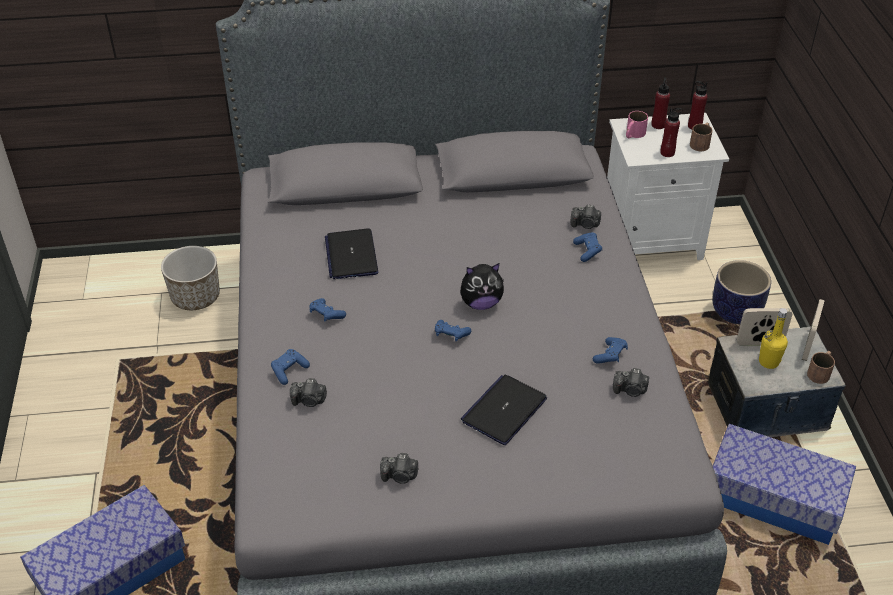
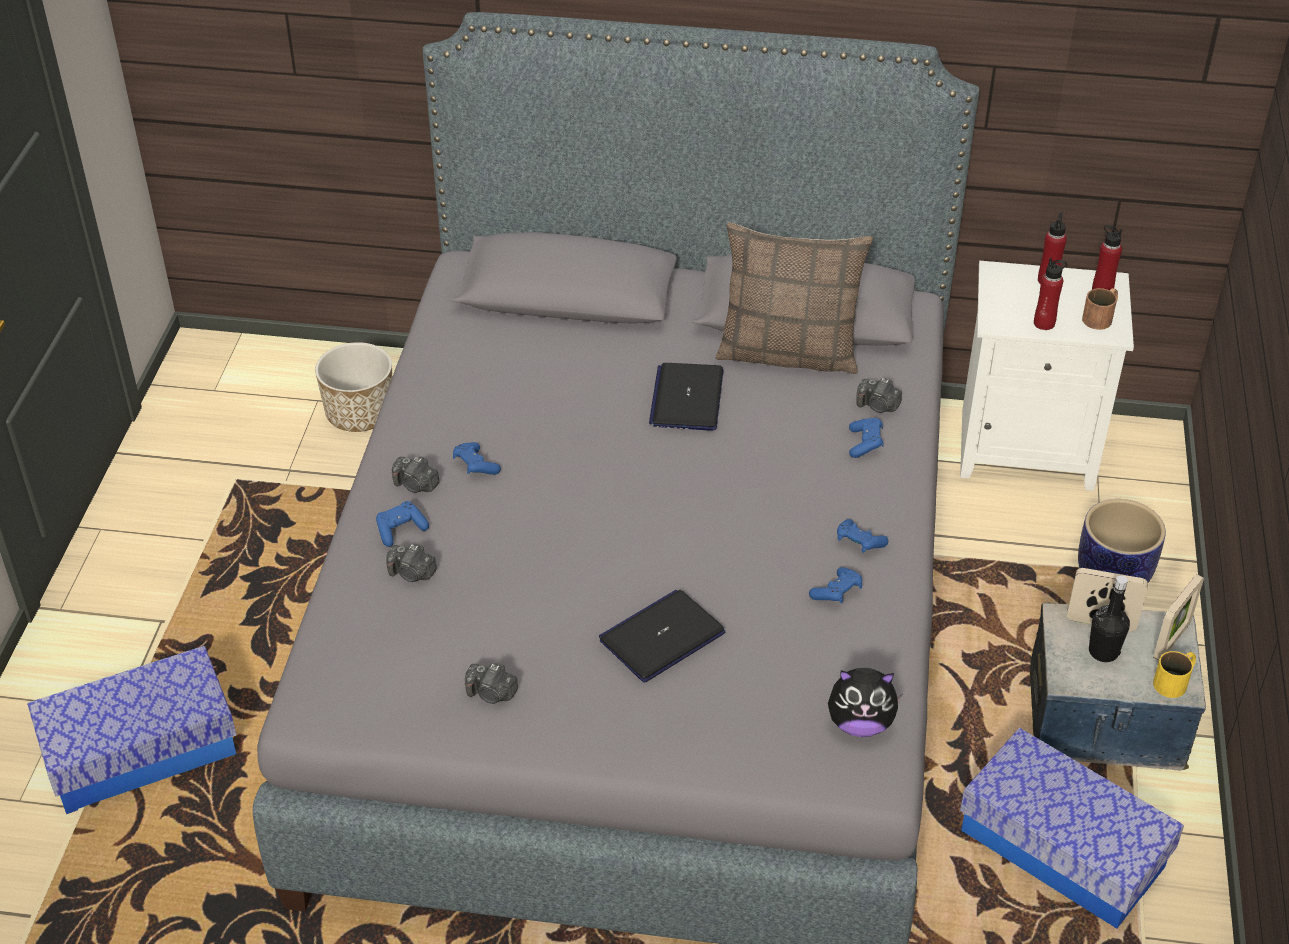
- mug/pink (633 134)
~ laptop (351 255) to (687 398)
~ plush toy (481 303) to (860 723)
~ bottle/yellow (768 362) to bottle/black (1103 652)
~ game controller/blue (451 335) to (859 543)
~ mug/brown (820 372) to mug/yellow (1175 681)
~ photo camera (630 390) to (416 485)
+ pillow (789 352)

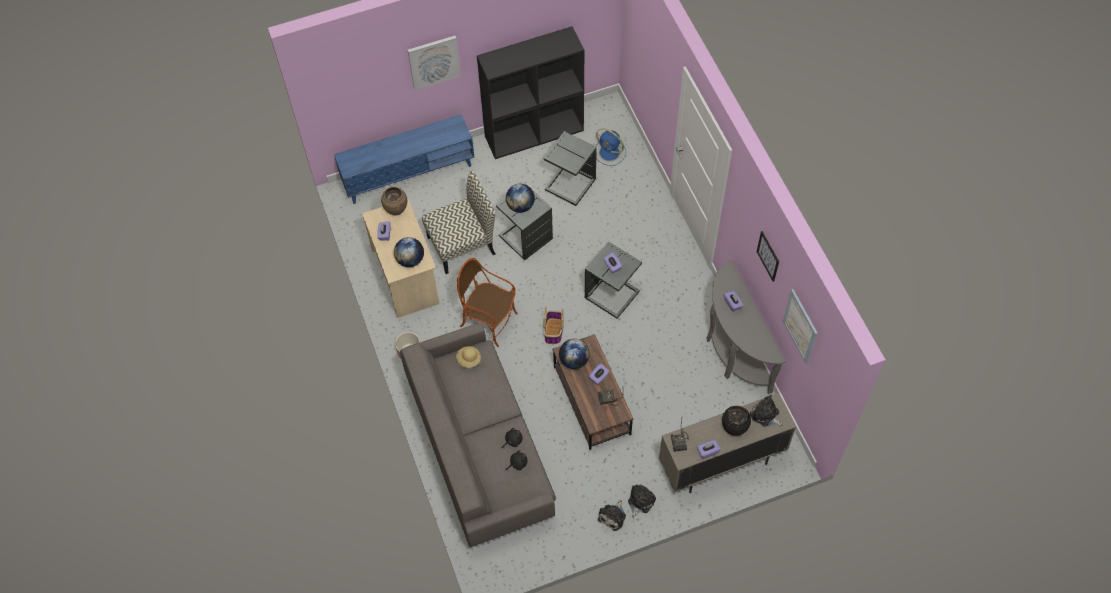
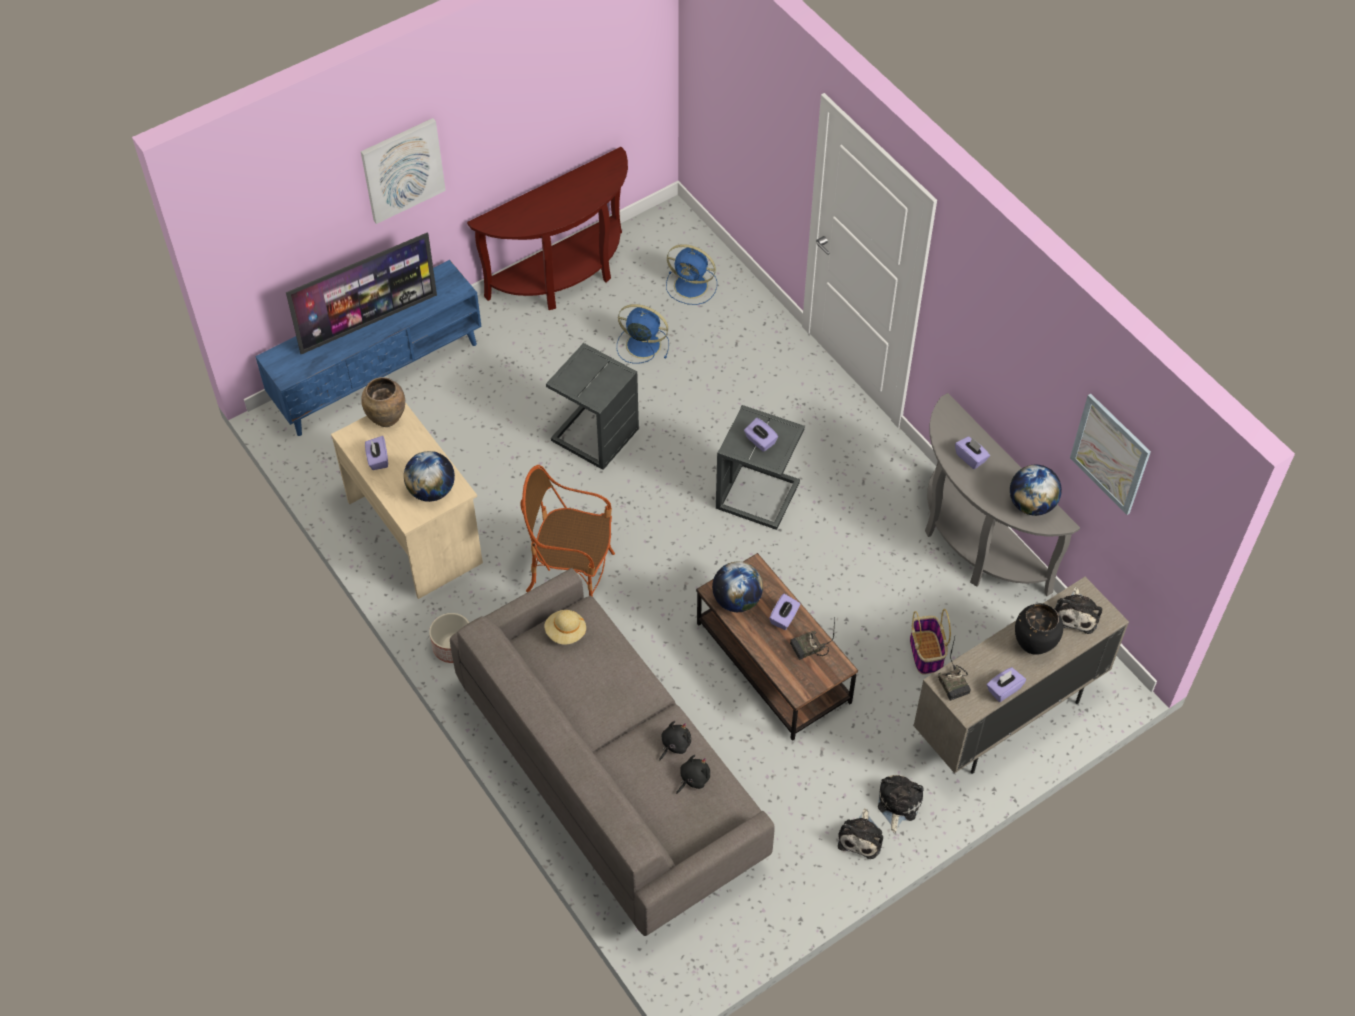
~ bookcase/black (534 132) to console table/brown (564 277)
~ side table/grey (569 185) to fan/blue (641 344)
- chair (462 244)
~ globe (520 206) to (1031 504)
- picture (768 256)
~ basket (553 332) to (926 653)
~ plush toy (765 415) = (1076 614) 105 degrees counterclockwise
+ television (368 322)

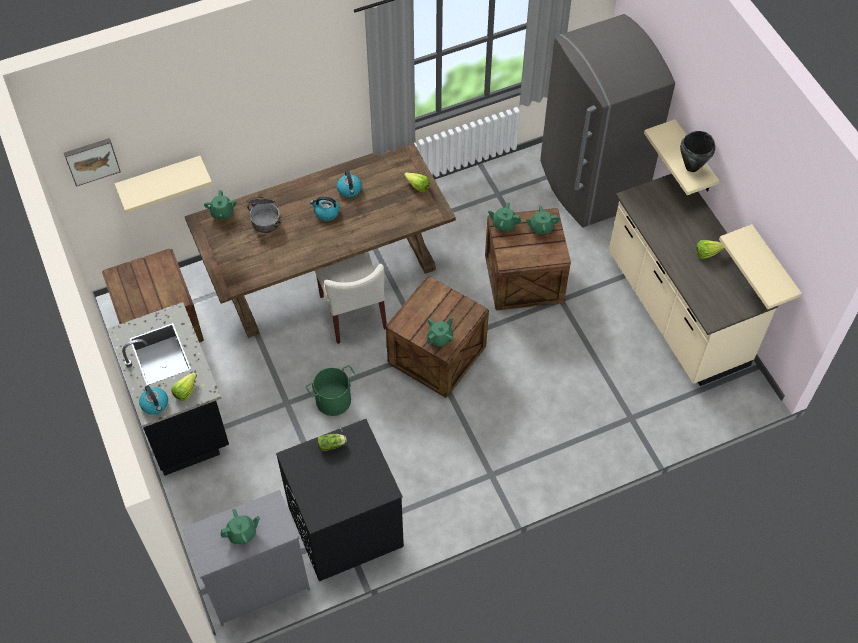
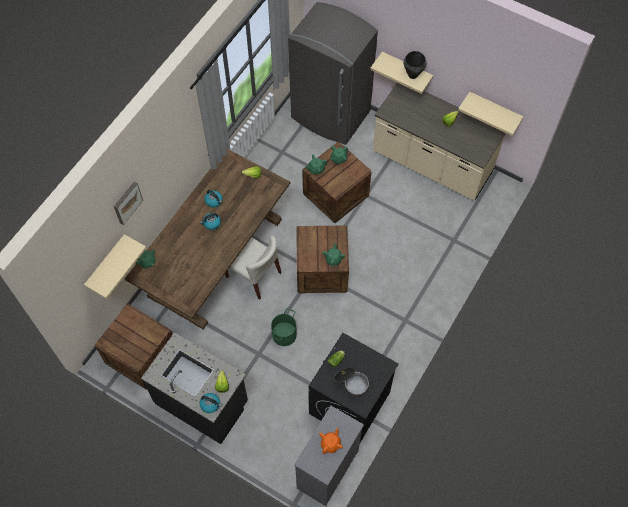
~ picture (91 160) to (127 202)
~ cooking pot (265 218) to (352 383)
~ teapot/green (242 533) to teapot/orange (330 444)

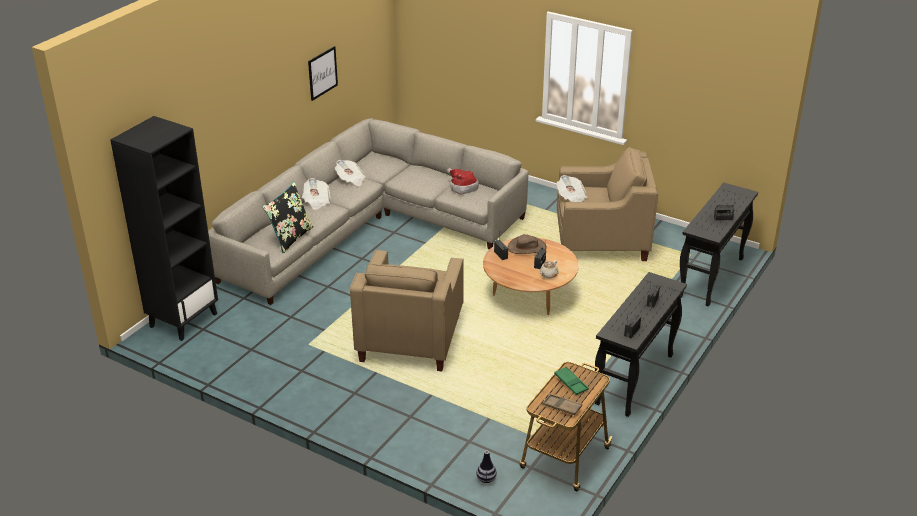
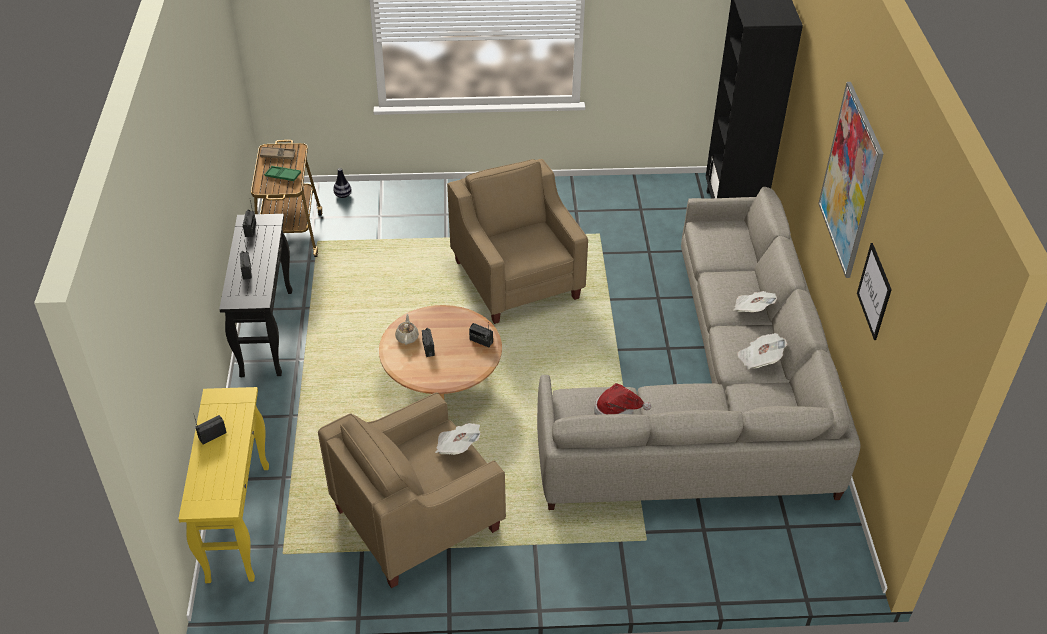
- pillow/black (290 238)
~ console table/black (711 278) to console table/yellow (238 521)
- hat/brown (527 247)
+ picture (850 180)

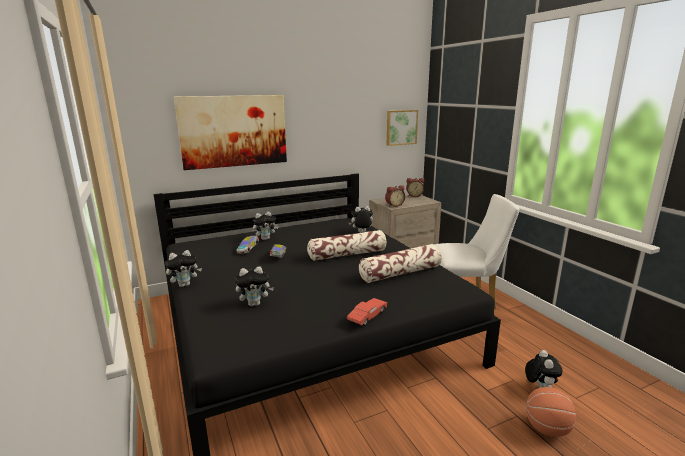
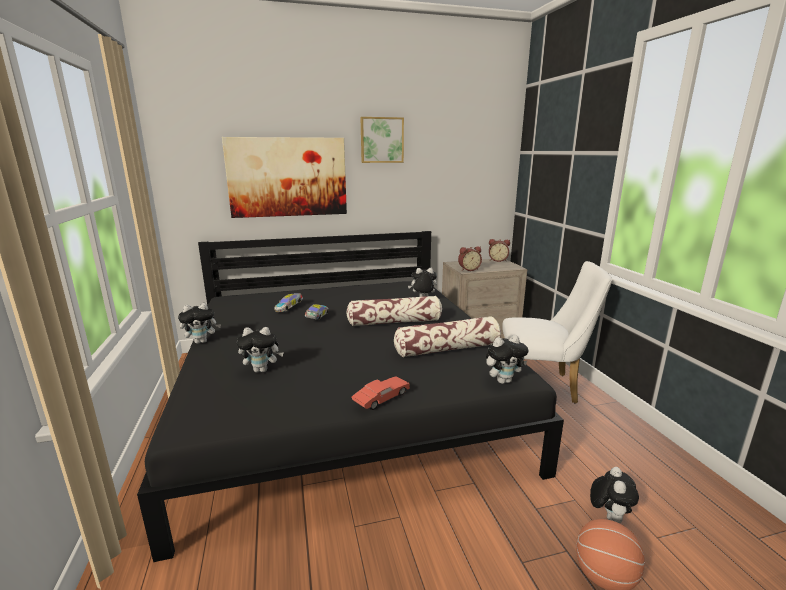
~ picture (401 127) to (381 140)
~ plush toy (265 239) to (503 380)

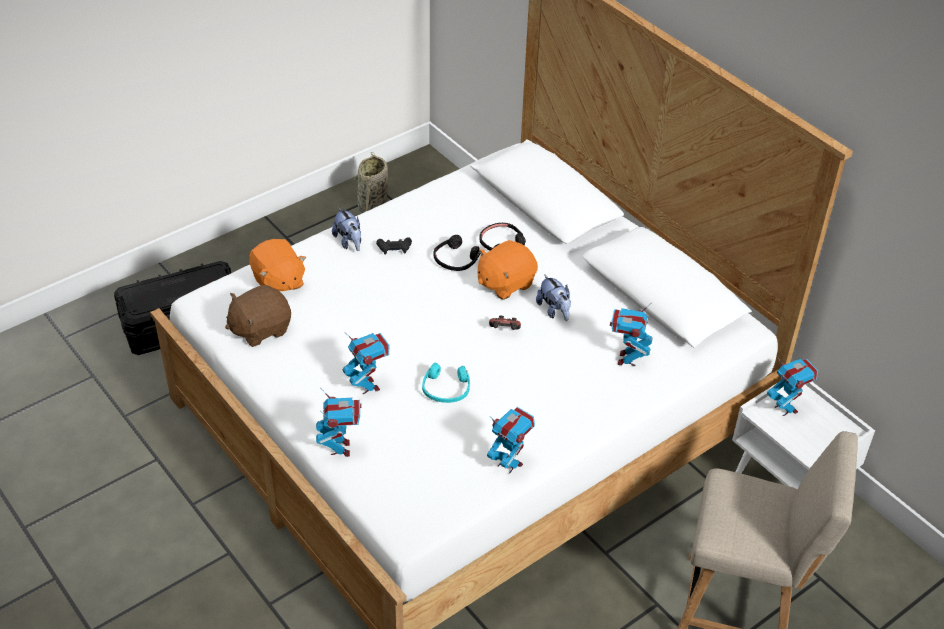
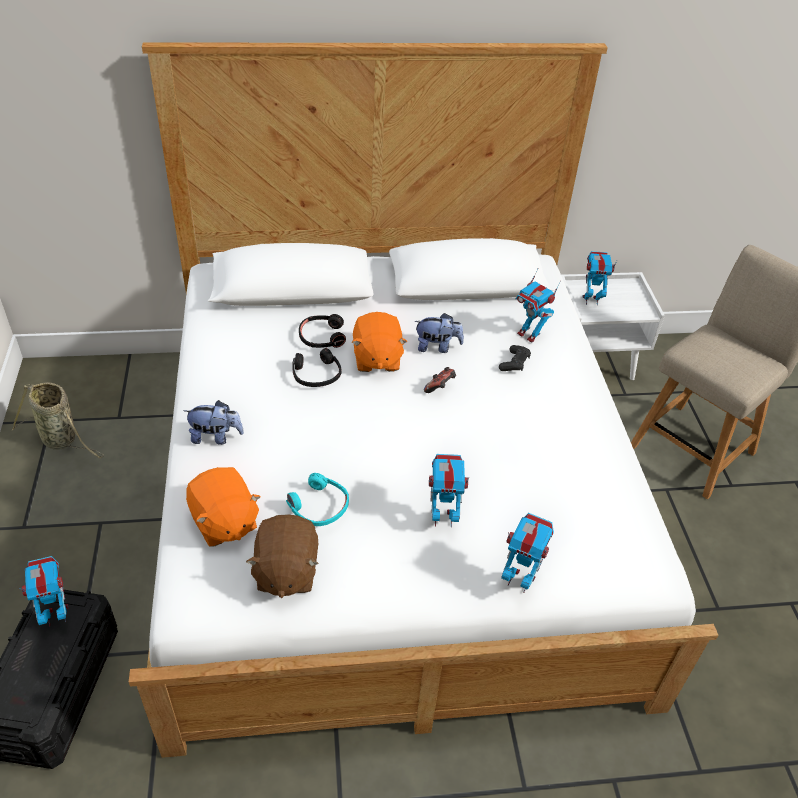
~ game controller/black (394 249) to (514 363)
~ plush toy/orange (278 282) = (224 522) 60 degrees clockwise
~ headphones/turquoise (446 389) to (319 507)
~ toy robot (509 464) to (57 615)

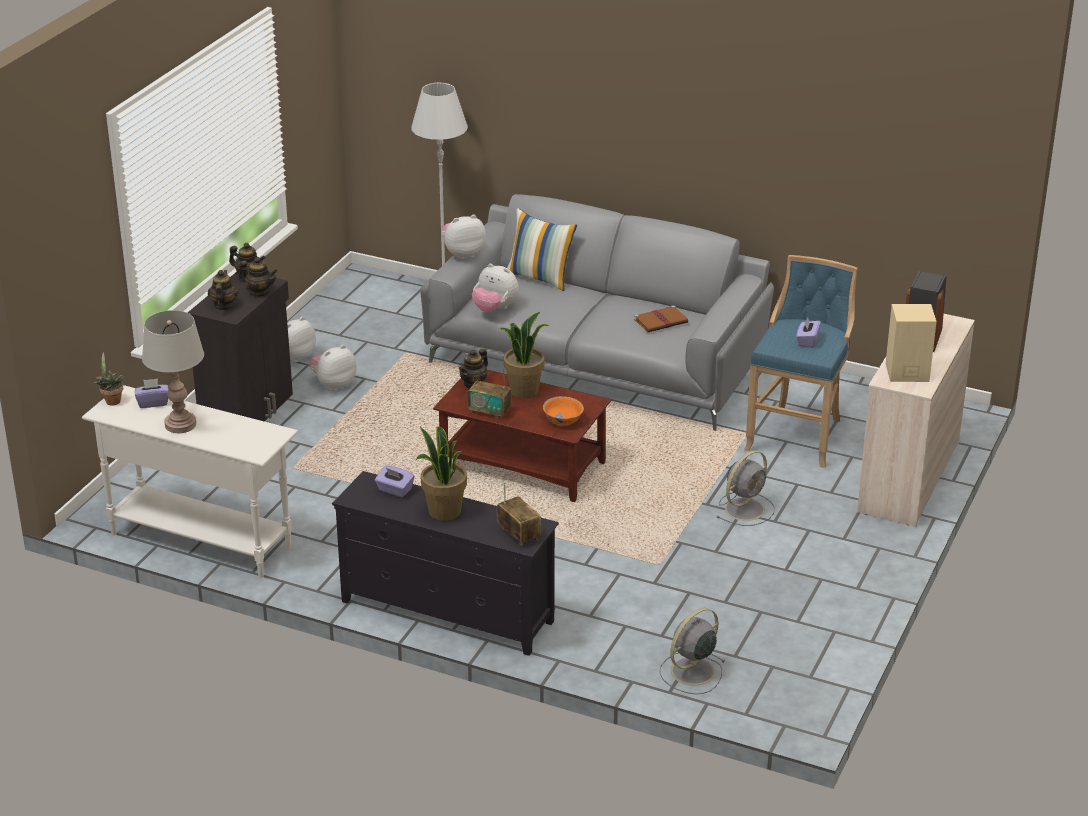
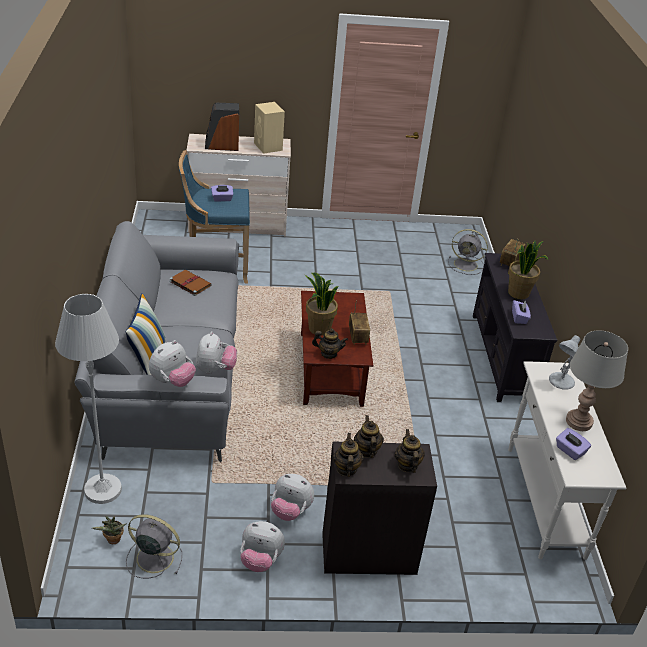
~ plush toy (463 254) = (172 381) 90 degrees counterclockwise
~ teapot (223 306) = (407 465) 105 degrees clockwise
~ potted plant (111 400) to (113 541)
- bowl/orange (562 420)
~ fan/grey (745 508) to (153 557)
+ table lamp/white (561 381)

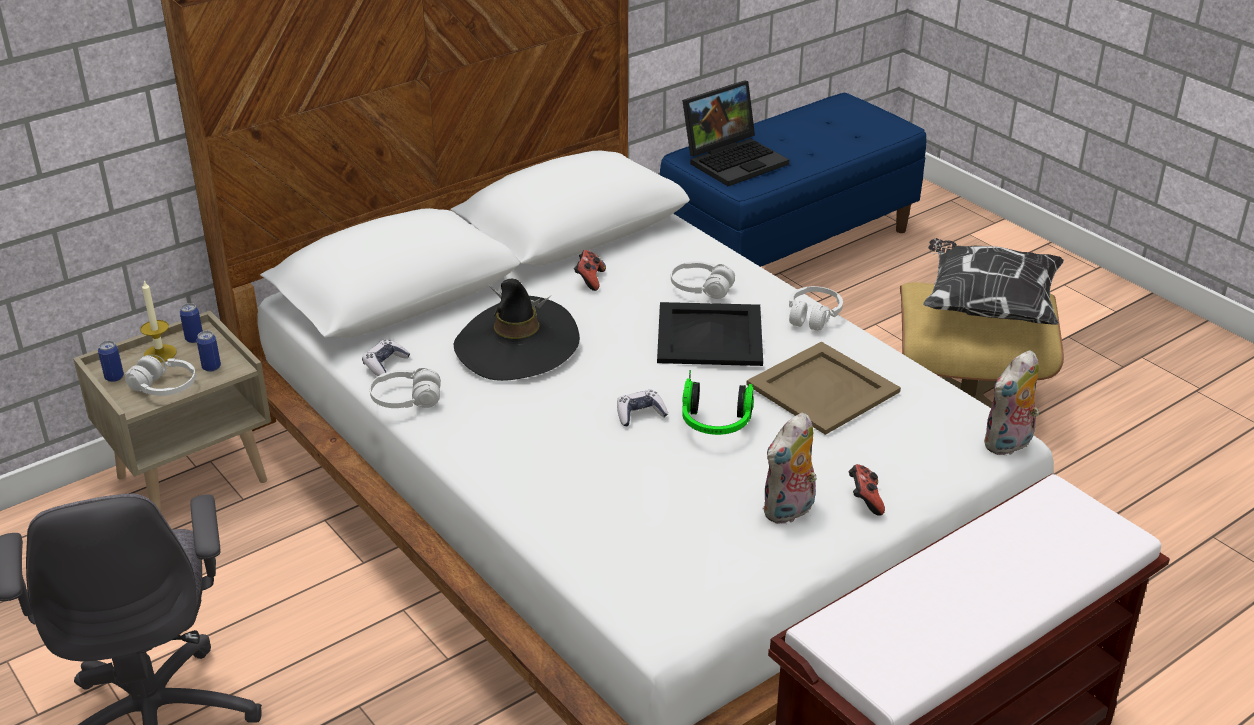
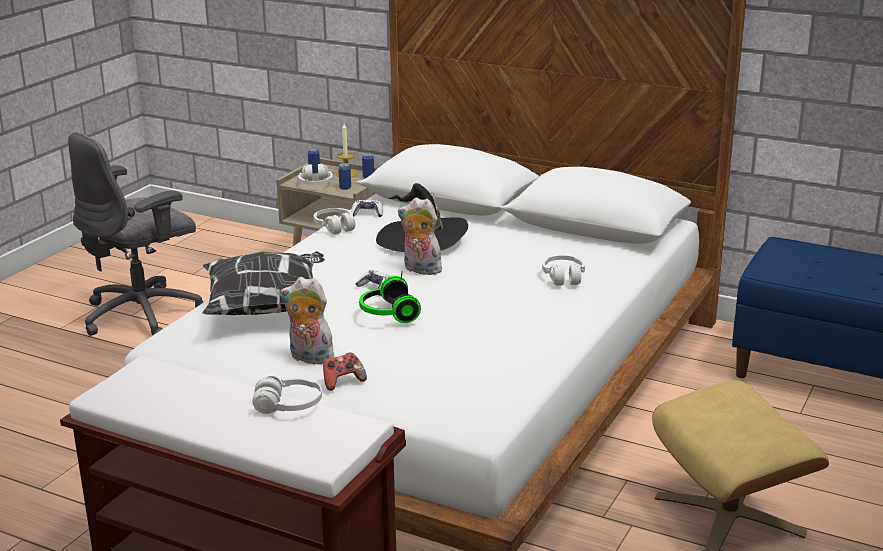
- laptop (735 160)
~ pillow (987 306) to (267 308)
- game controller (589 280)
~ headphones/white (813 316) to (288 406)
- tray/black (708 335)
- tray/beige (823 389)
~ plush toy (1008 445) to (420 270)

